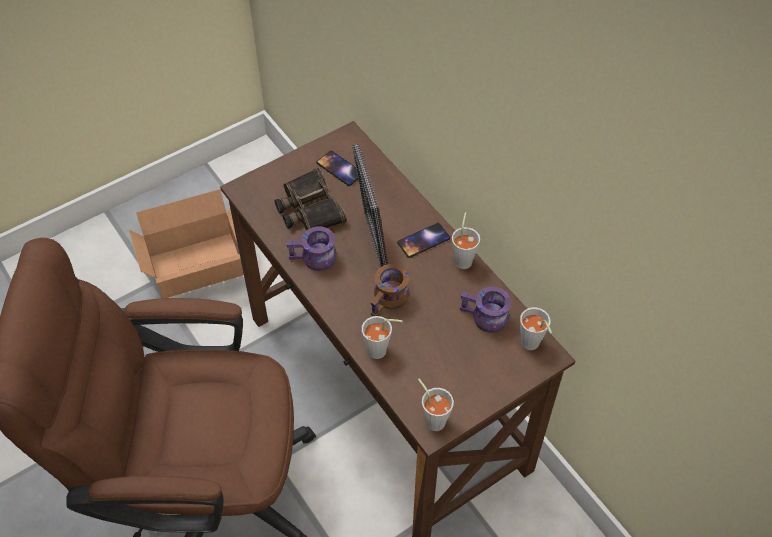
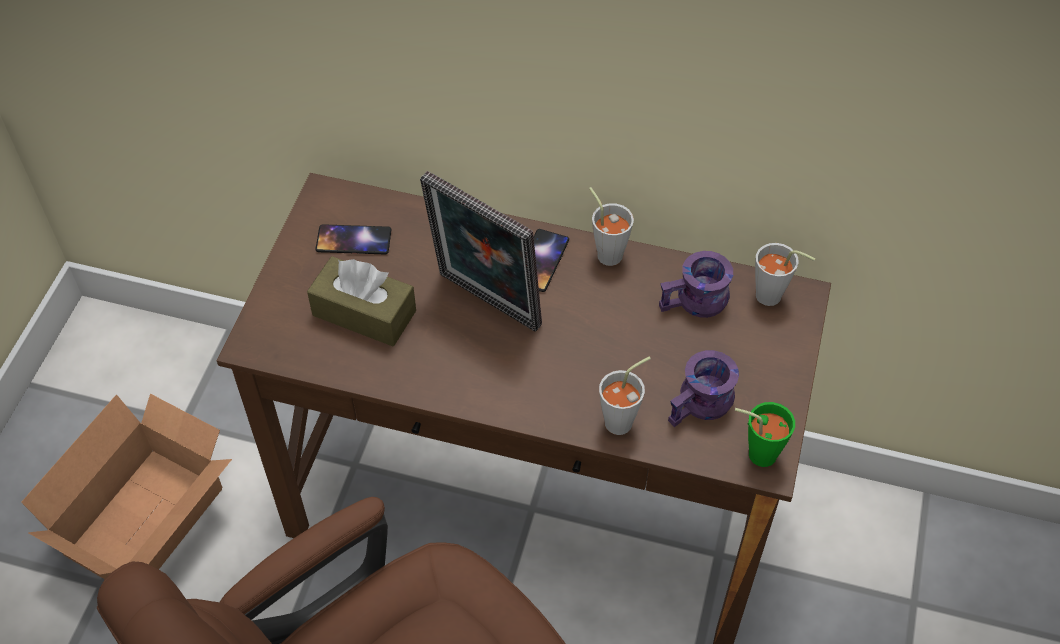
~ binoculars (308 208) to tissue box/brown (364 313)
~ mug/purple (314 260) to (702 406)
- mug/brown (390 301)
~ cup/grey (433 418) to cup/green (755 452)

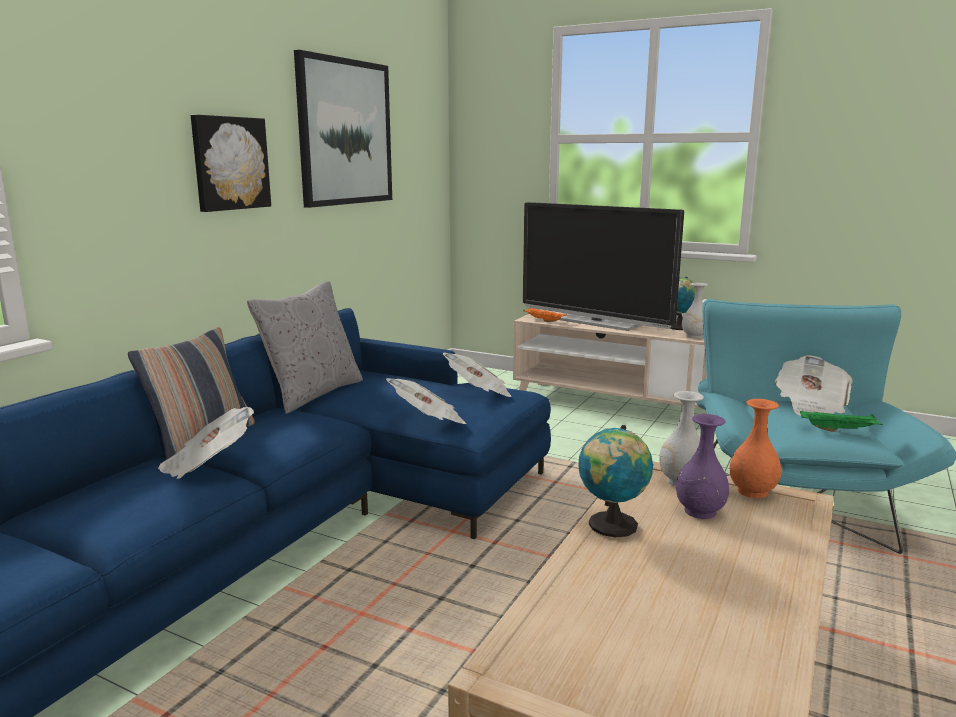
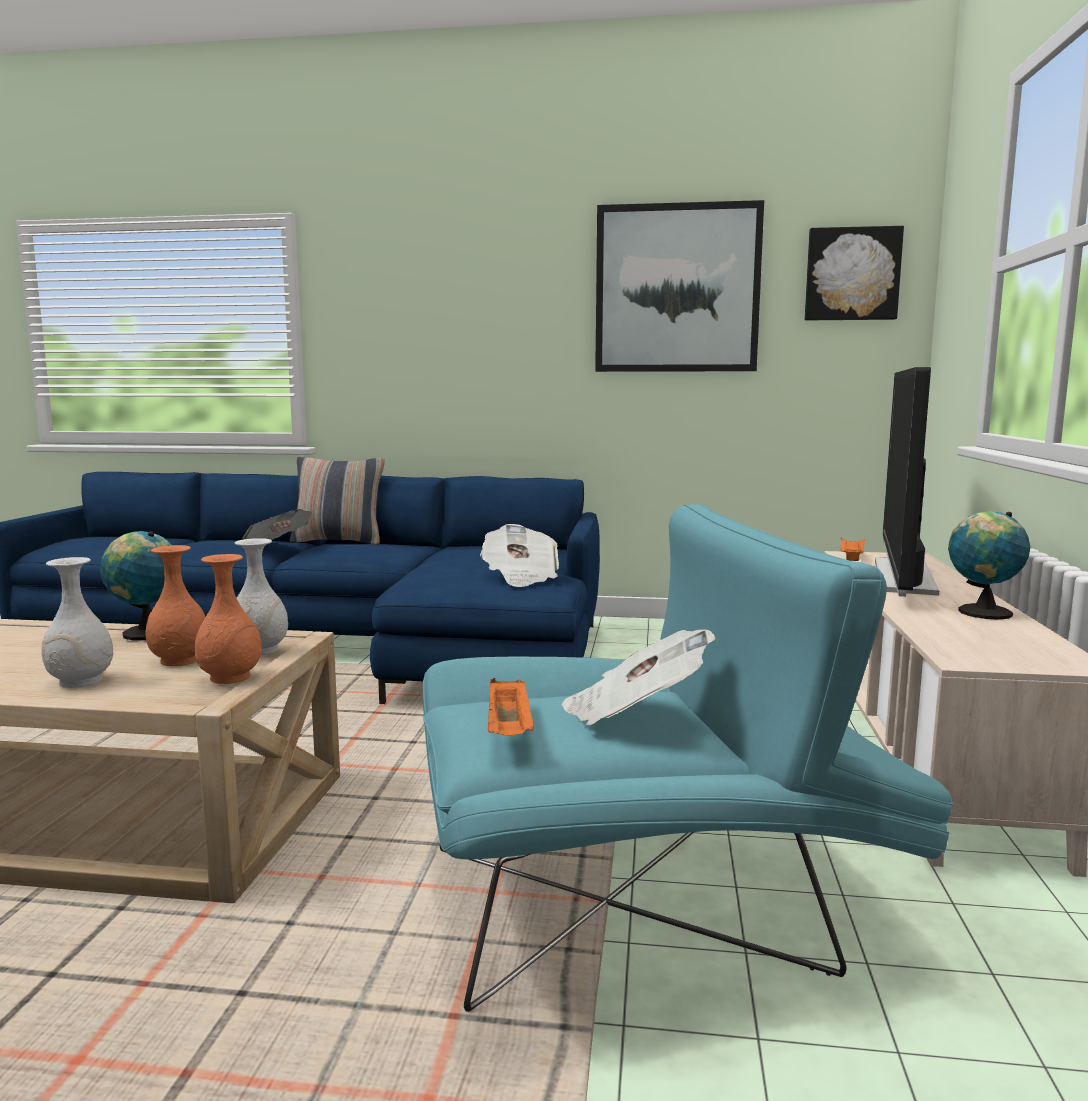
~ picture (229 163) to (852 274)
- pillow/grey (312 393)
~ vase/white (694 336) to (80 681)
- newspaper (428 420)
~ tray/green (839 430) to tray/orange (509 730)
~ vase/purple (699 511) to vase/orange (180 660)

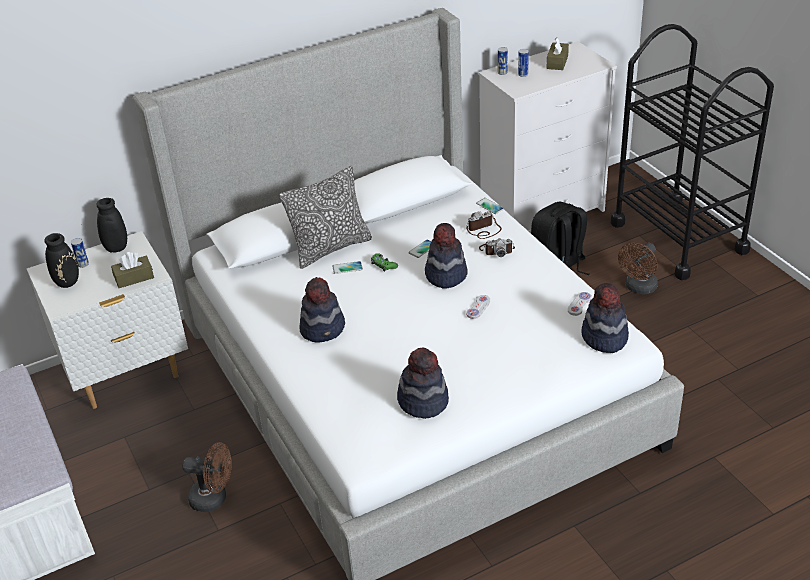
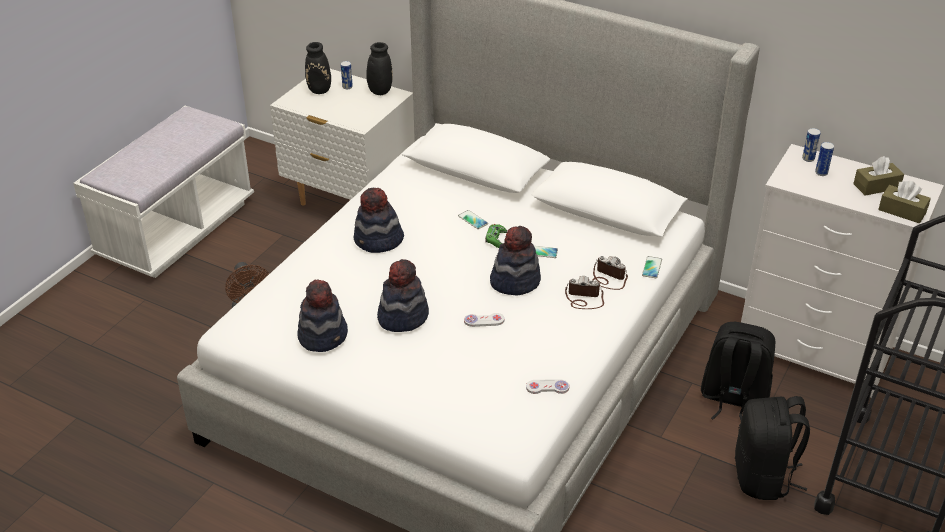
- pillow (330 248)
~ photo camera (497 250) = (584 299) 135 degrees clockwise
~ fan/brown (638 288) to backpack/black (763 477)
~ tissue box/brown (134 278) to (902 211)
~ hat (604 337) to (402 316)

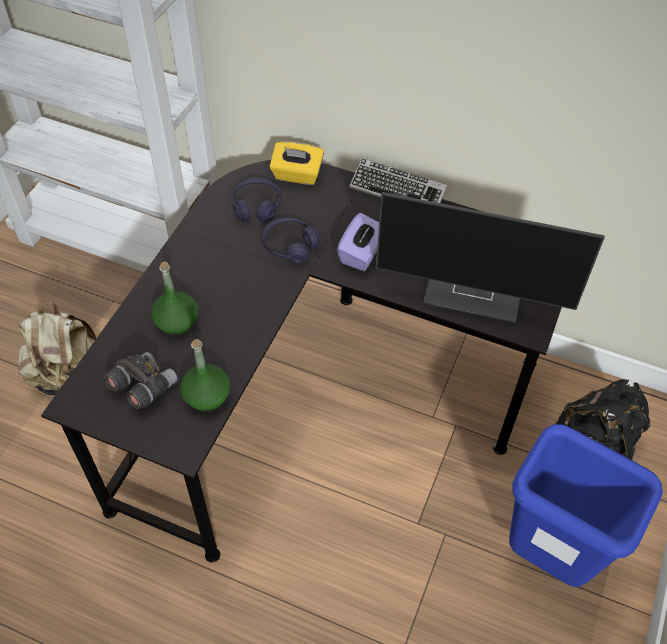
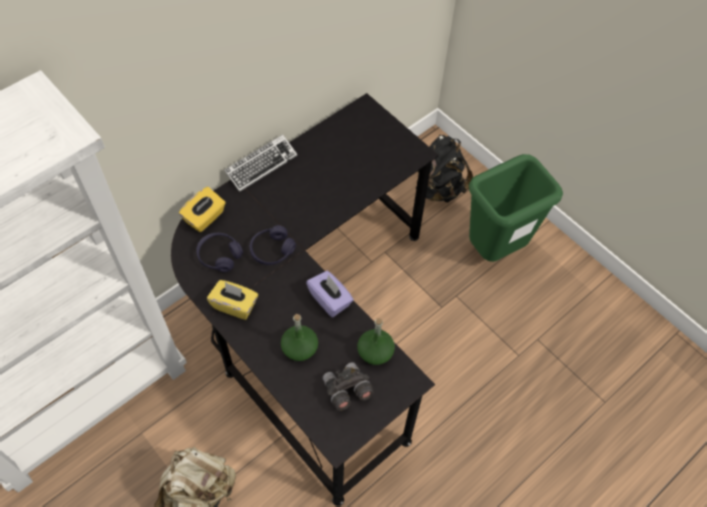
- monitor (475 292)
~ tissue box/purple (362 254) to (330 300)
~ trash can/blue (549 557) to trash can/green (495 250)
+ tissue box/yellow (235 305)

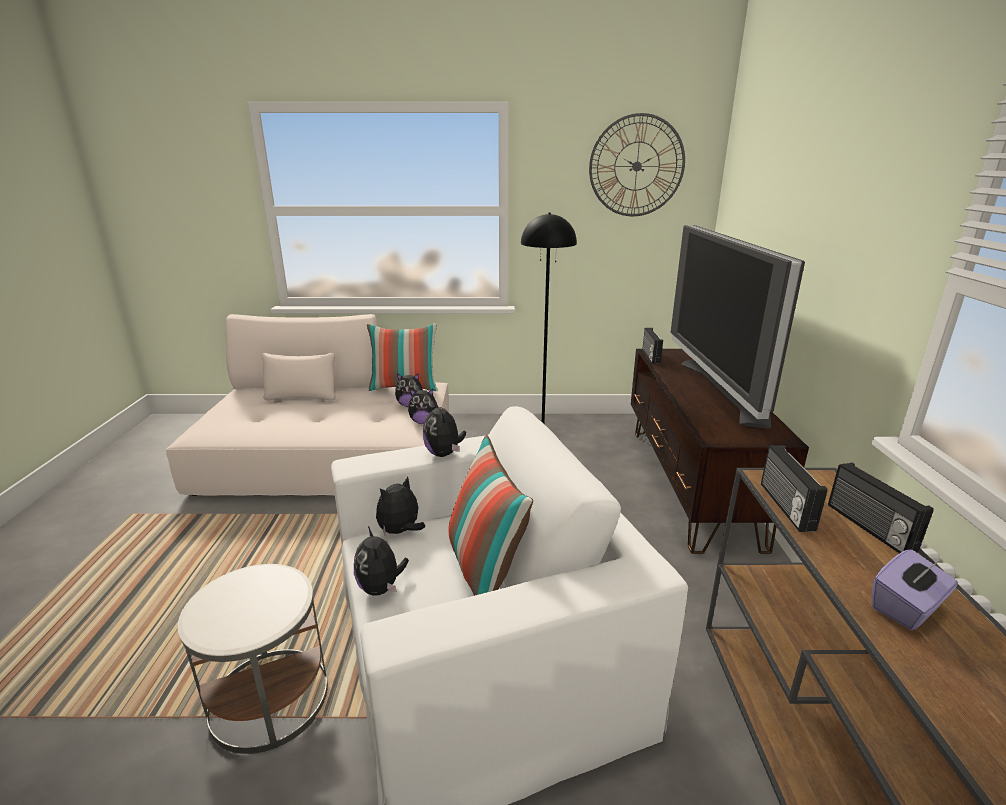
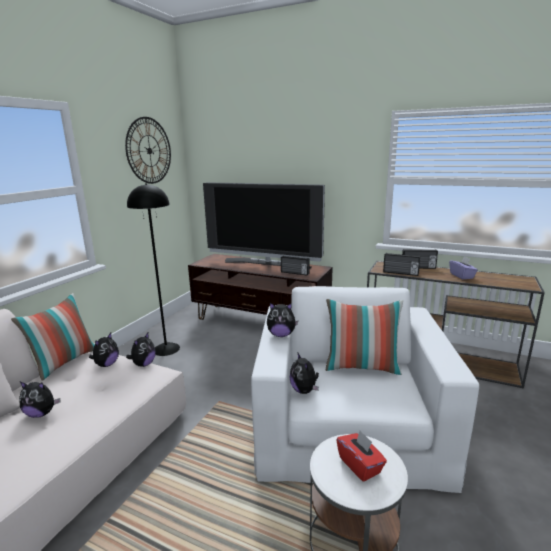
~ radio (650 356) to (294 273)
~ plush toy (381 588) to (41 413)
+ tissue box/red (360 465)

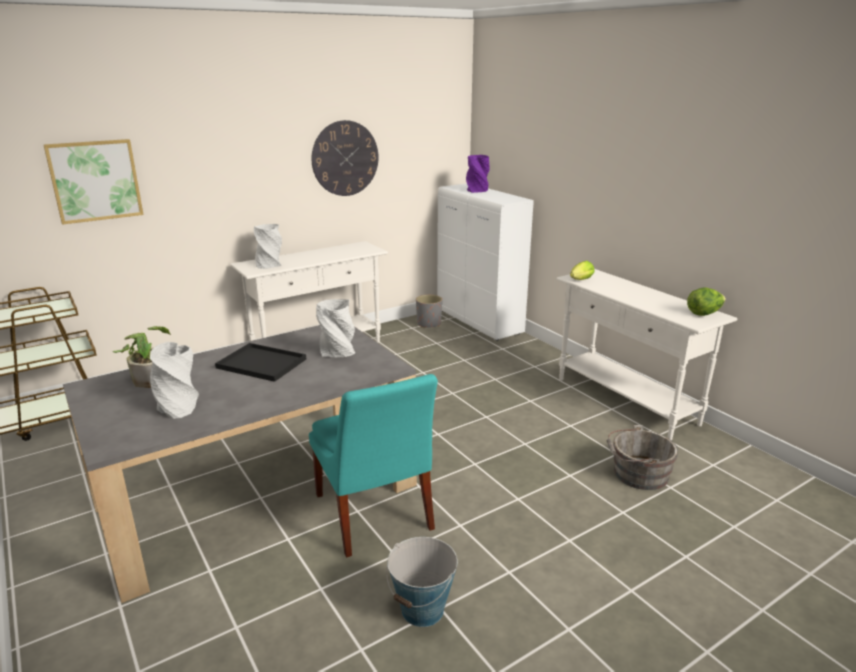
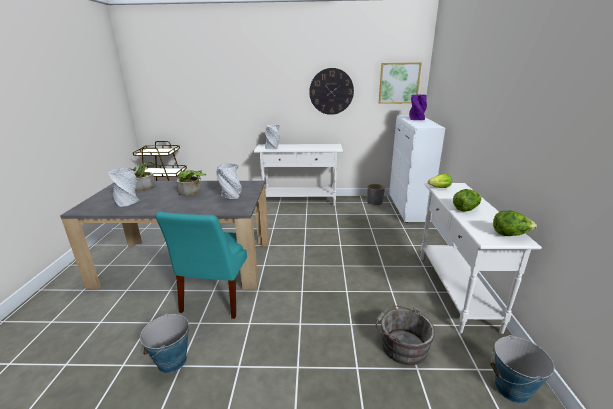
~ picture (95 181) to (399 83)
~ tray/black (263 363) to potted plant (192 192)
+ lettuce (465 209)
+ bucket (512 389)

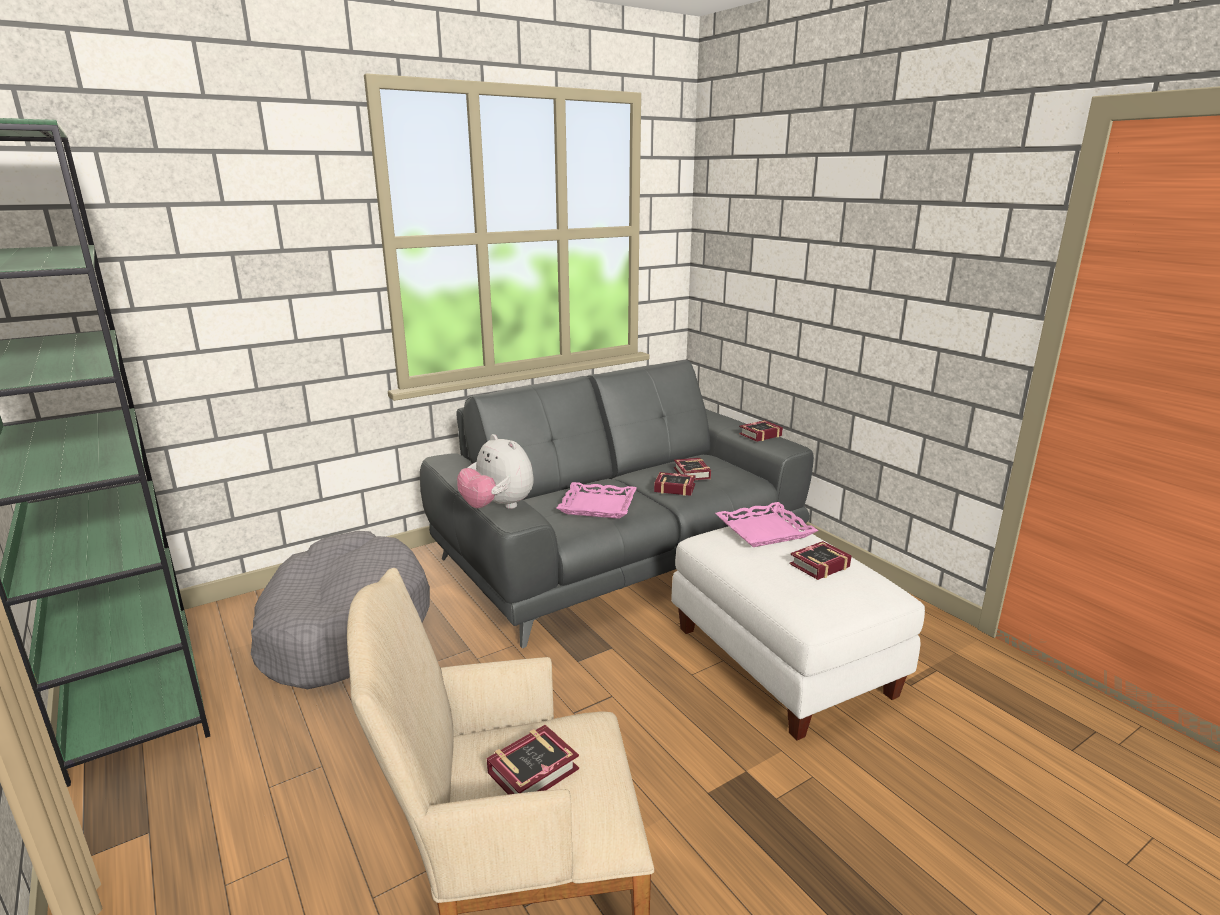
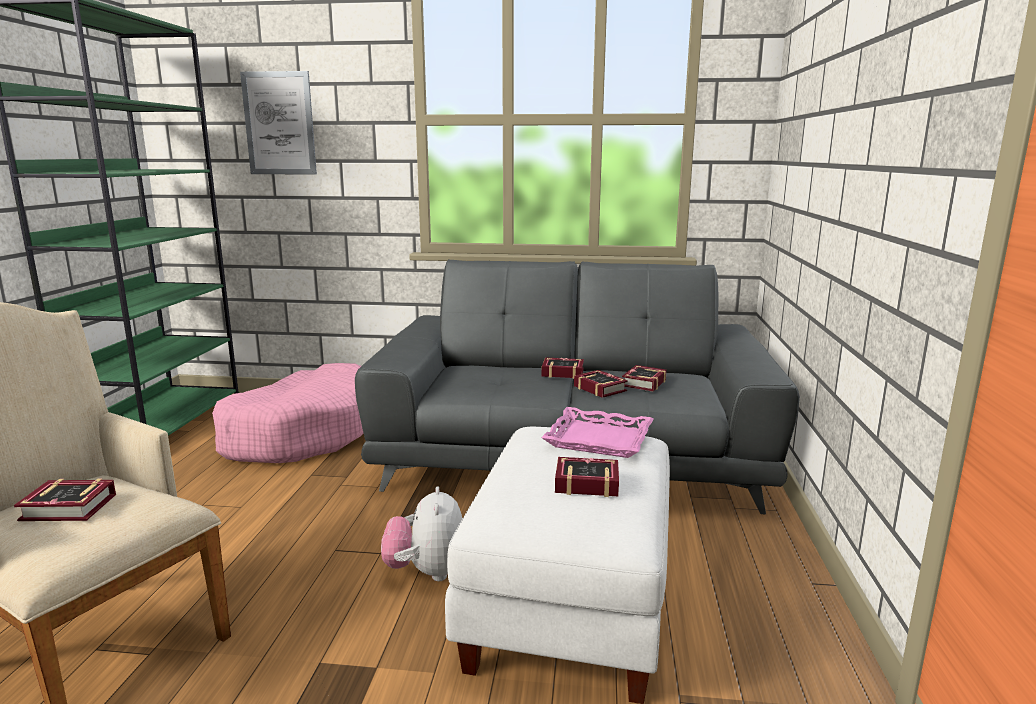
~ book (758 435) to (561 372)
~ plush toy (498 507) to (427 572)
- tray/pink (598 505)
~ dog bed/grey (343 627) to dog bed/pink (303 433)
+ picture (279 123)

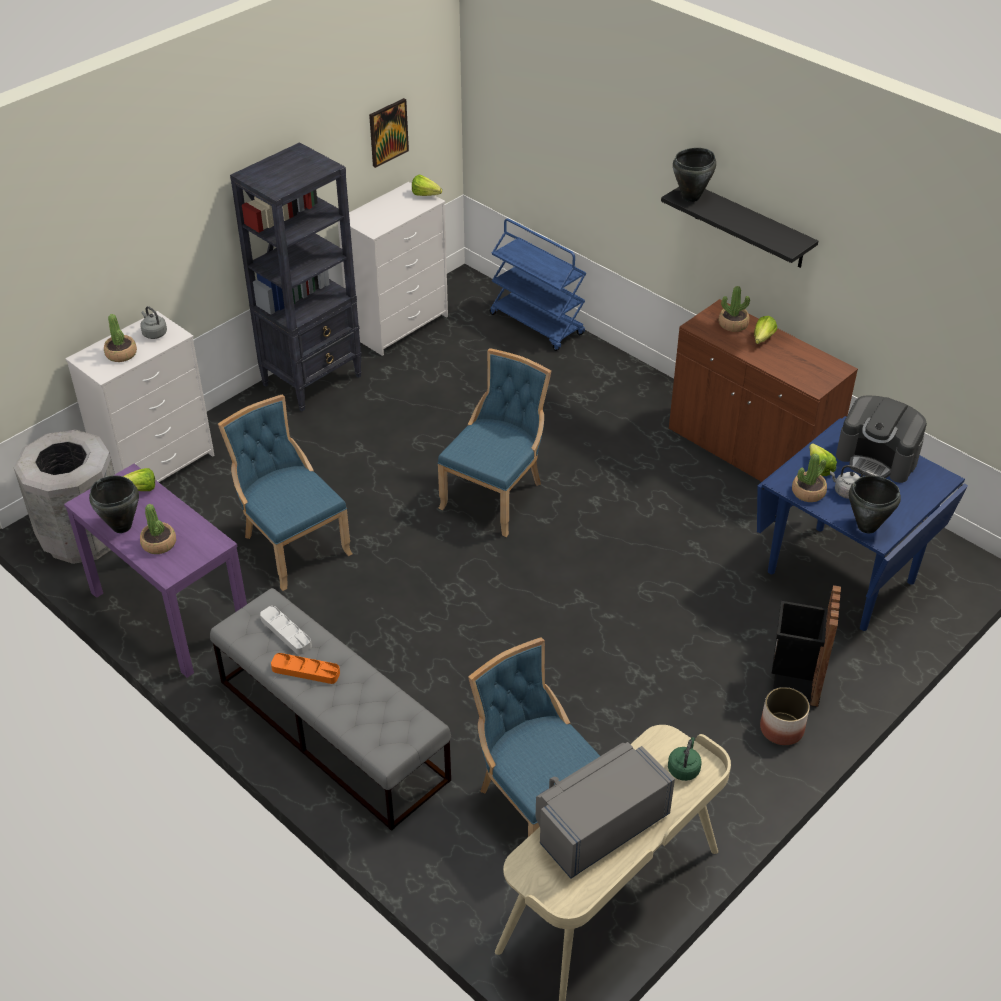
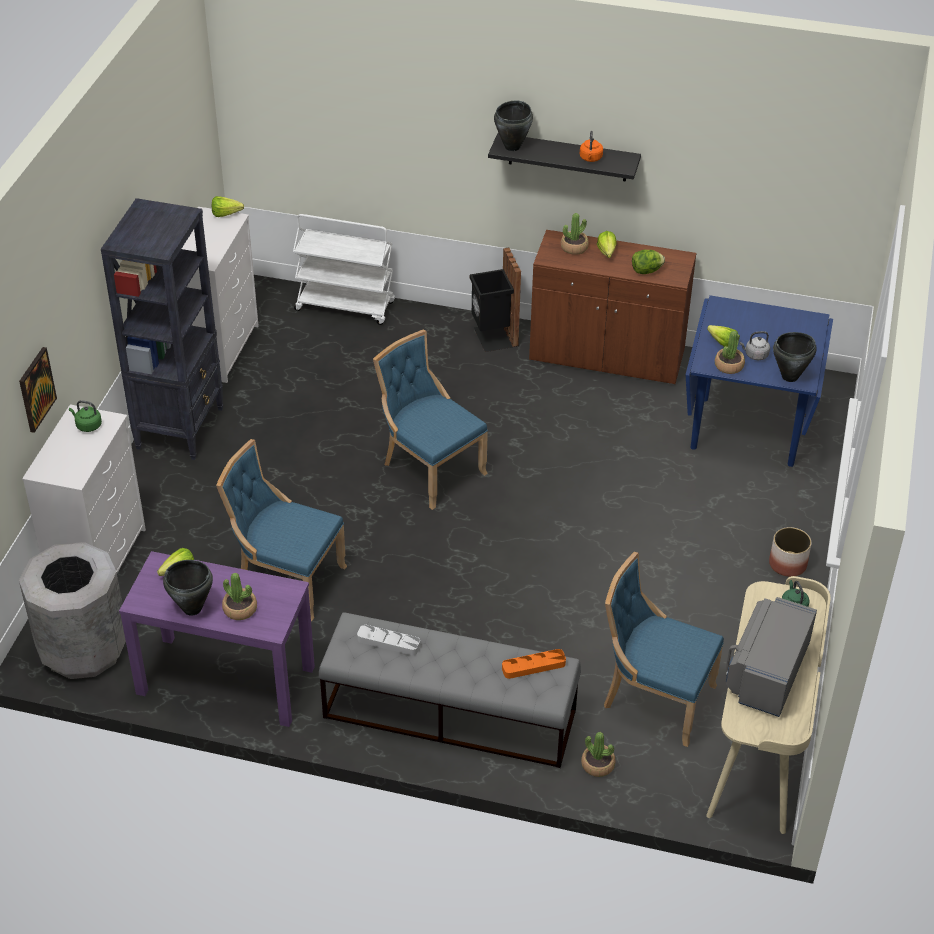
~ picture (388 132) to (36 389)
~ cart/blue (537 324) to cart/white (346 306)
~ kettle/grey (154 333) to kettle/green (87 425)
~ potted plant (121 354) to (598 765)
~ chair/blue (496 495) = (429 469) 45 degrees counterclockwise
- coffee machine (877 458)
~ trash can/black (793 682) to (493 337)
~ tray/orange (305 671) to (533 666)
+ kettle/orange (590 158)
+ lettuce (646 271)

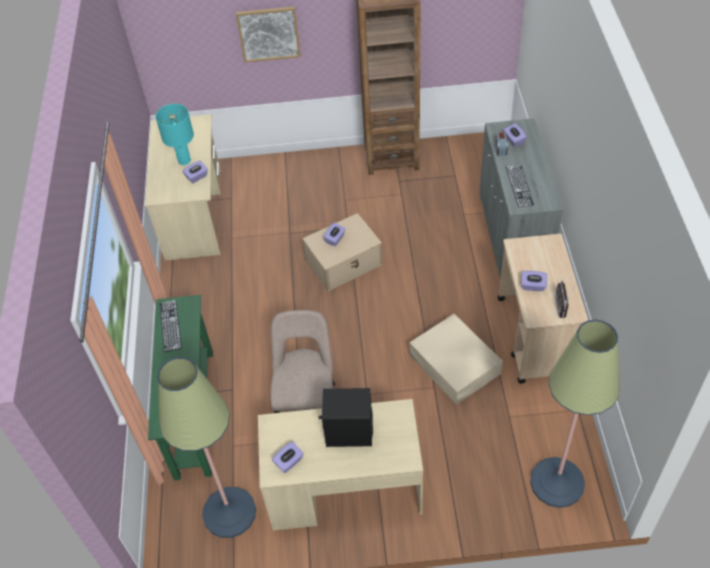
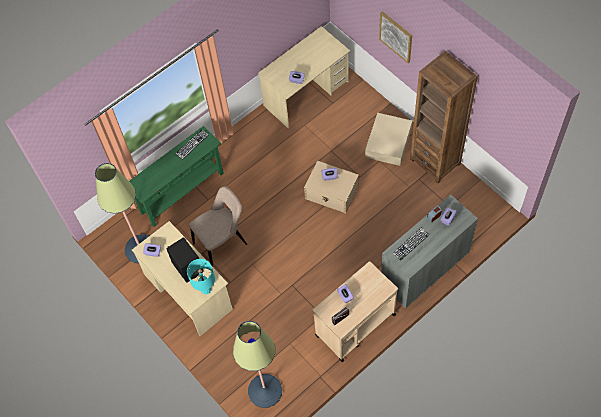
~ table lamp/turquoise (184 160) to (206 289)
~ storage box/beige (455 365) to (388 143)

